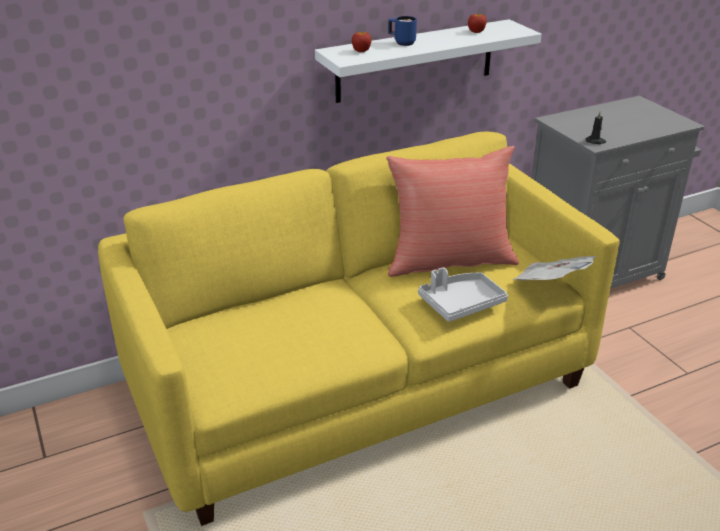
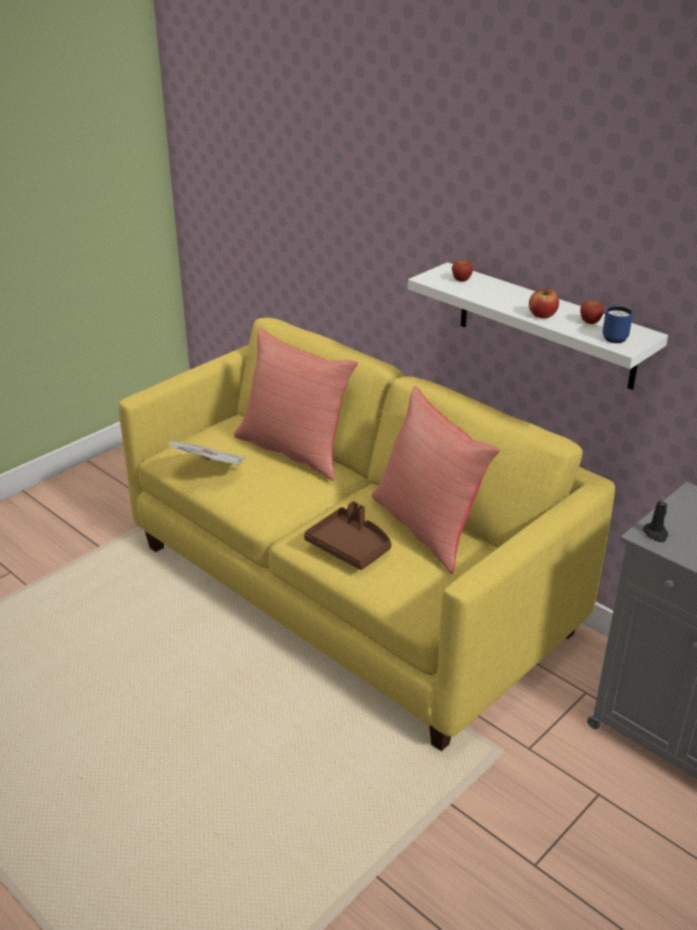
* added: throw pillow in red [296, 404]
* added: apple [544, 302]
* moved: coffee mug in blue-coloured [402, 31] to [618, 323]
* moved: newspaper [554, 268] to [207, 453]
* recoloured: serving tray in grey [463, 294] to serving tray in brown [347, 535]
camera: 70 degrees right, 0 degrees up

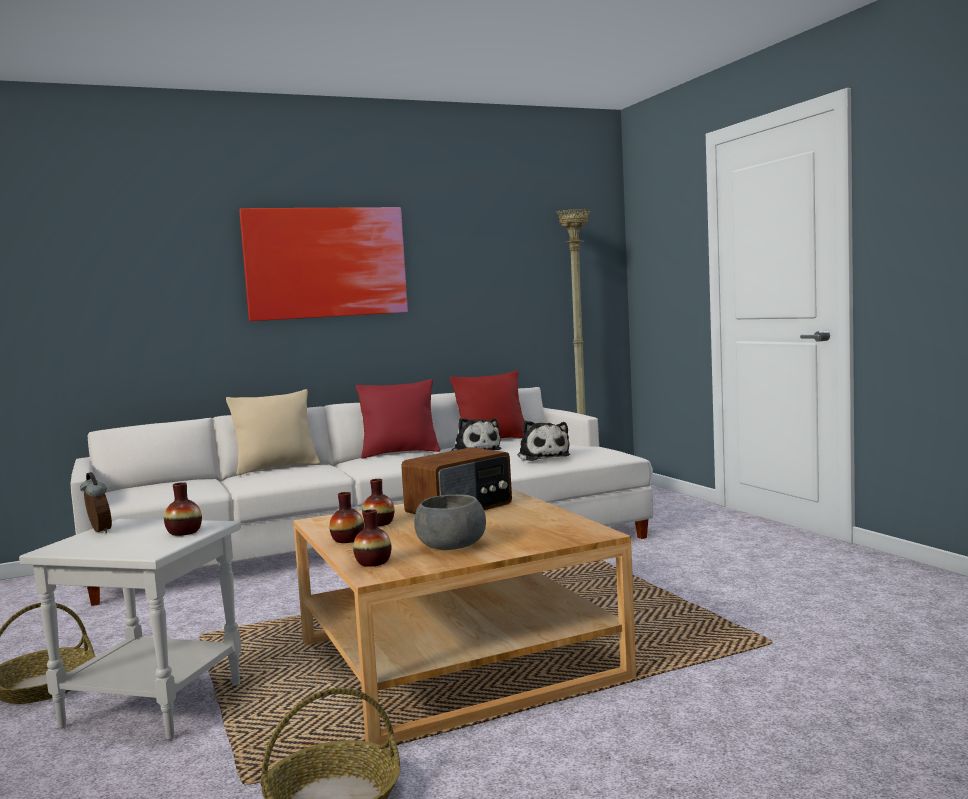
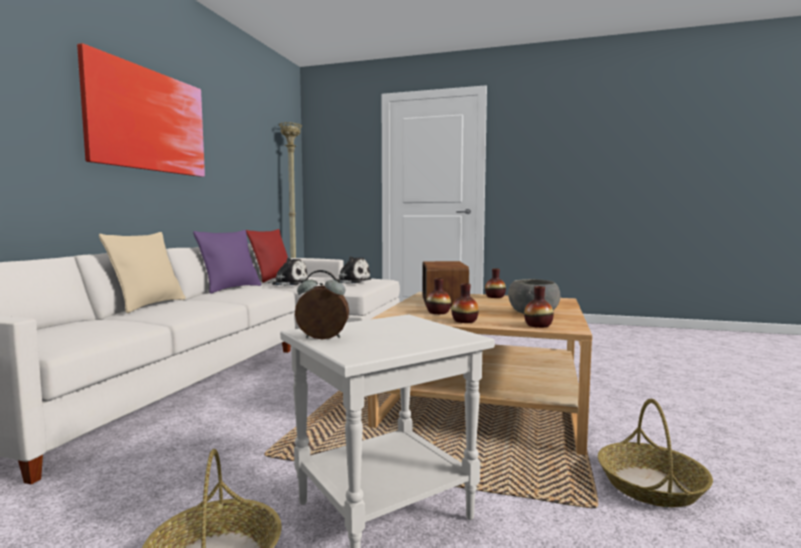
* moved: flower vase [183, 509] to [495, 283]
* recoloured: throw pillow in red [398, 419] to throw pillow in purple-coloured [227, 262]
camera: 50 degrees left, 0 degrees up

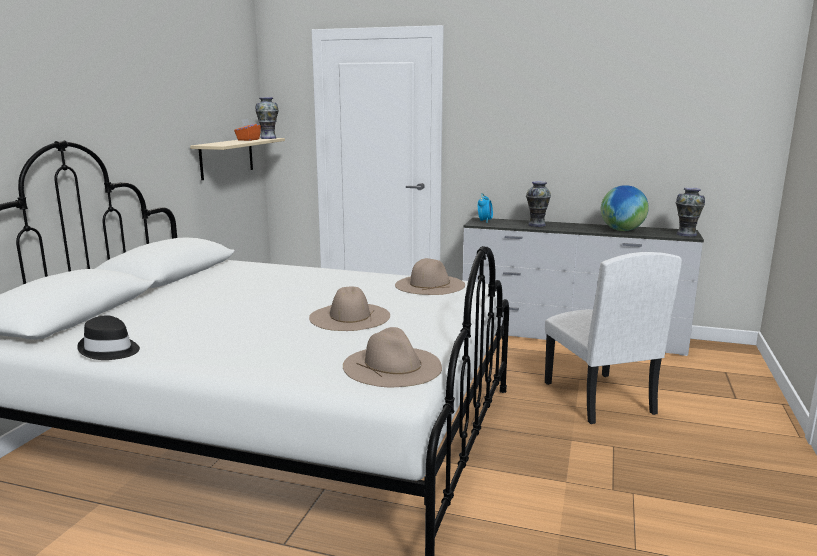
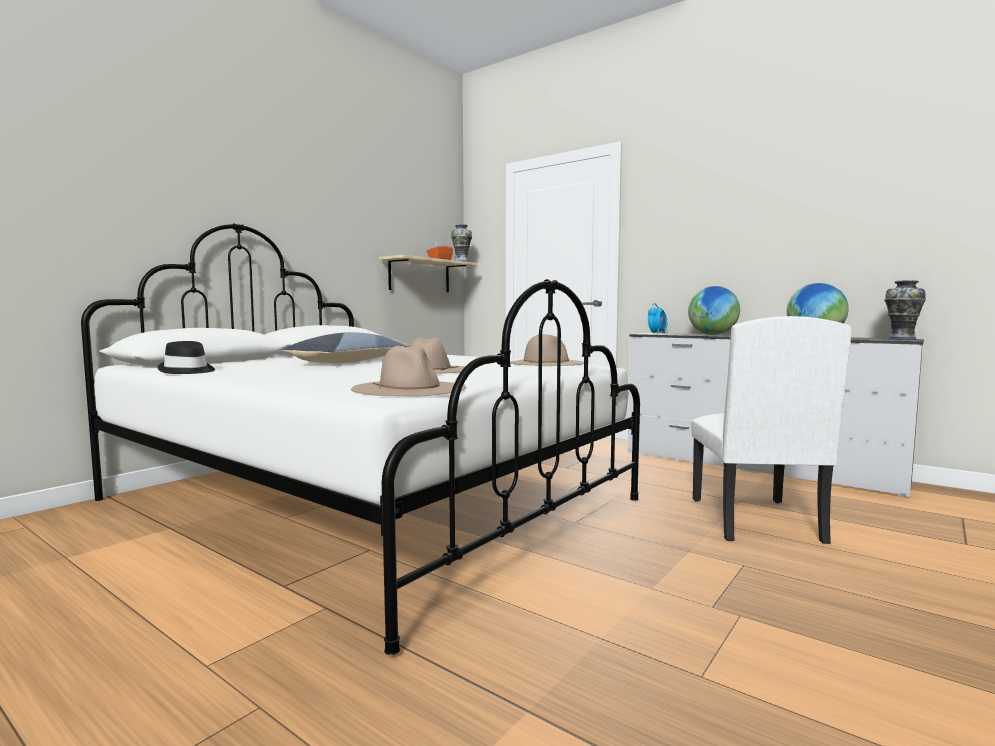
* added: throw pillow [346, 347]
* replaced: flower vase [538, 204] to globe [714, 310]
camera: 20 degrees right, 10 degrees down

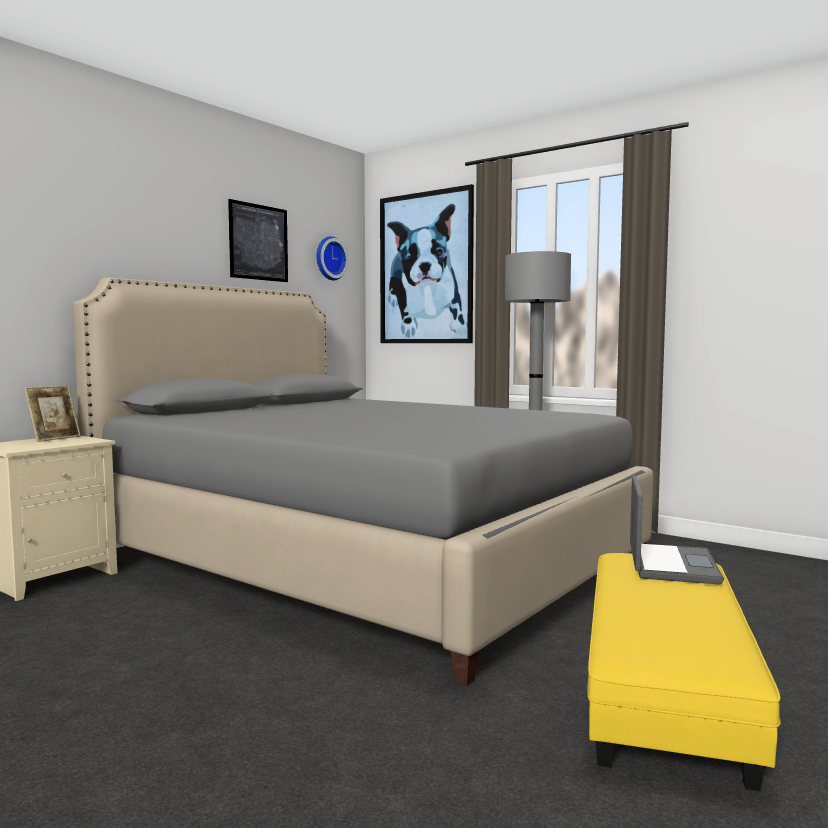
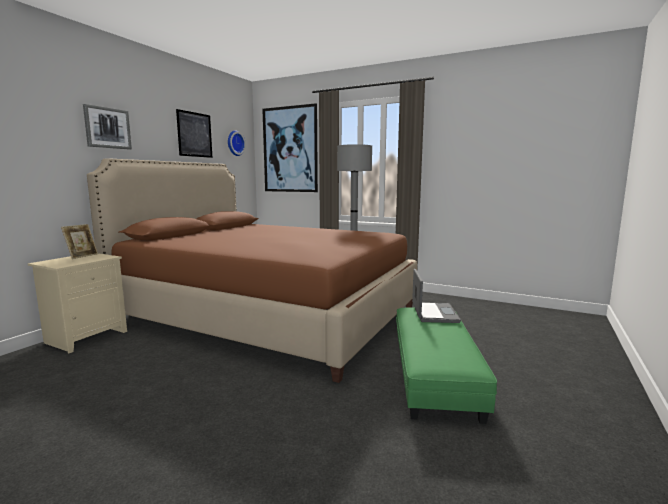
* added: picture [107, 127]
* recoloured: sleeping bed in grey [363, 482] to sleeping bed in brown [252, 270]
* recoloured: ottoman in yellow [684, 672] to ottoman in green-coloured [446, 365]
camera: 10 degrees left, 5 degrees up

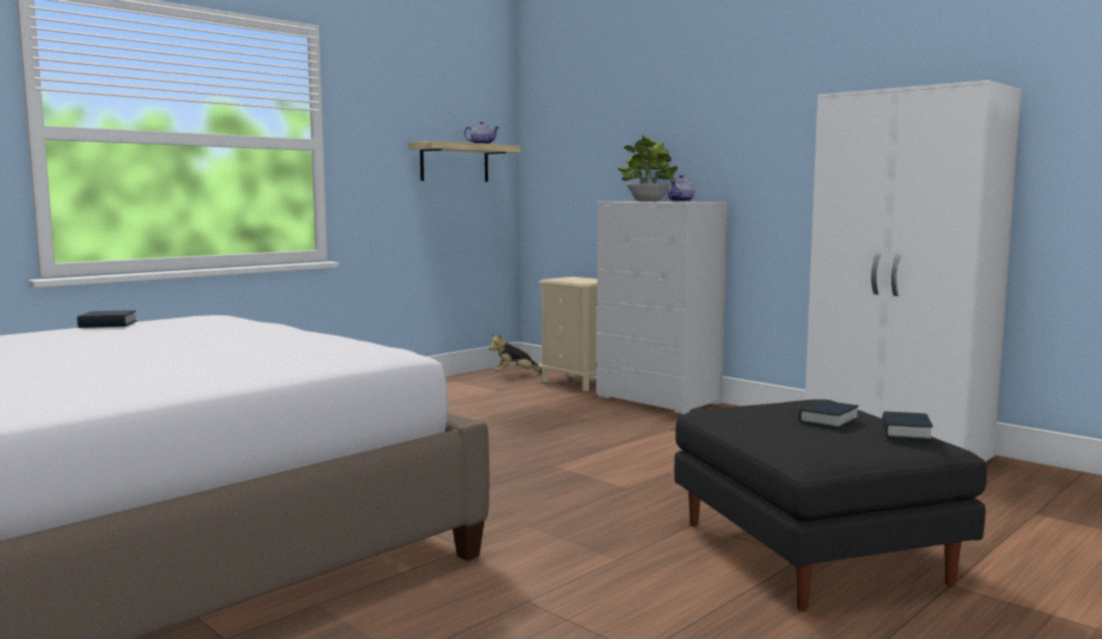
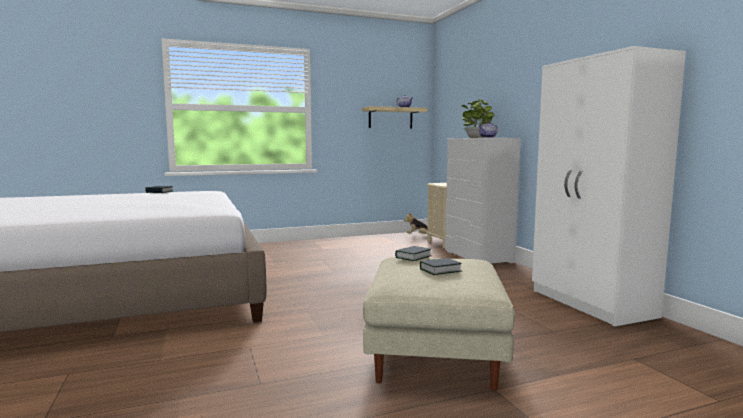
* moved: book [907, 425] to [413, 253]
* recoloured: ottoman in black [830, 505] to ottoman in beige-coloured [438, 324]
camera: 25 degrees right, 0 degrees up

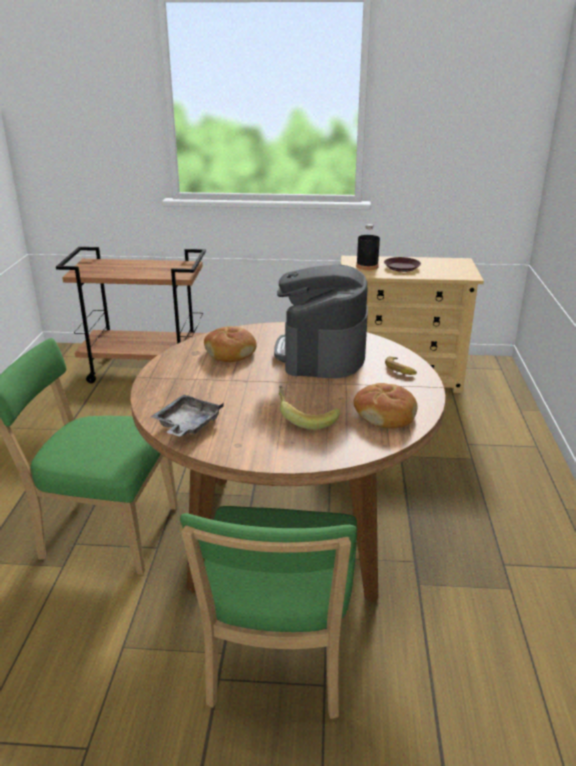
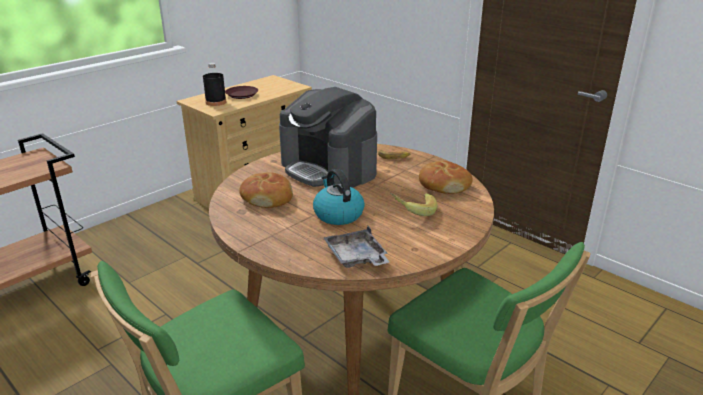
* added: tea kettle [339, 197]
camera: 50 degrees left, 0 degrees up

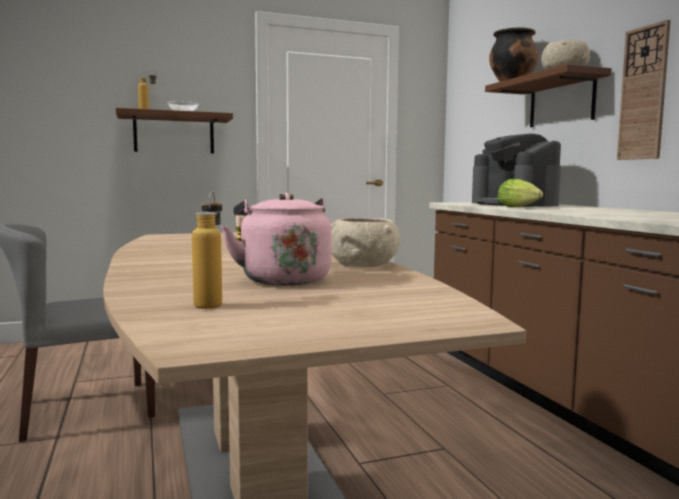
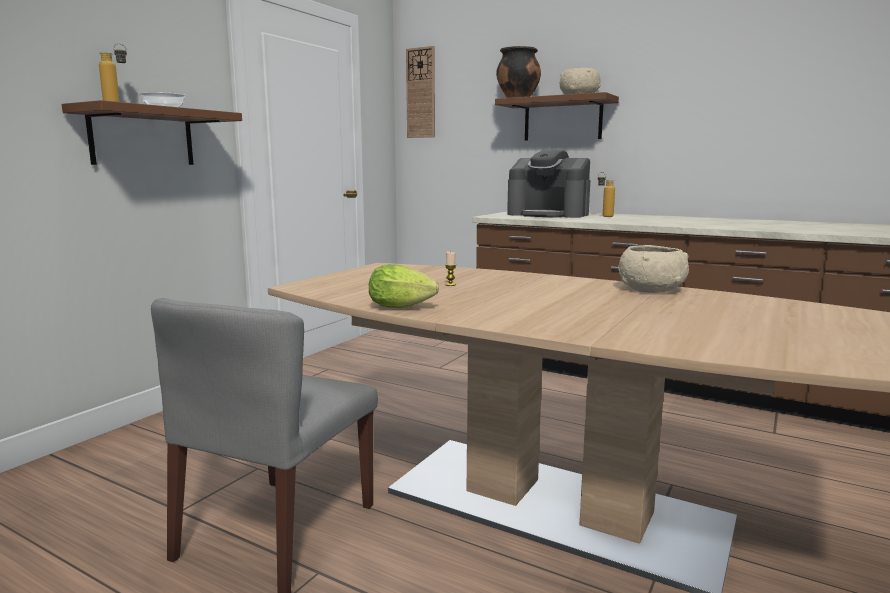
* removed: tea kettle in pink [276, 239]
* moved: drink bottle [207, 250] to [606, 194]
* moved: lettuce head [520, 193] to [404, 286]
* moved: hanging clock [644, 90] to [420, 92]
camera: 40 degrees left, 5 degrees up

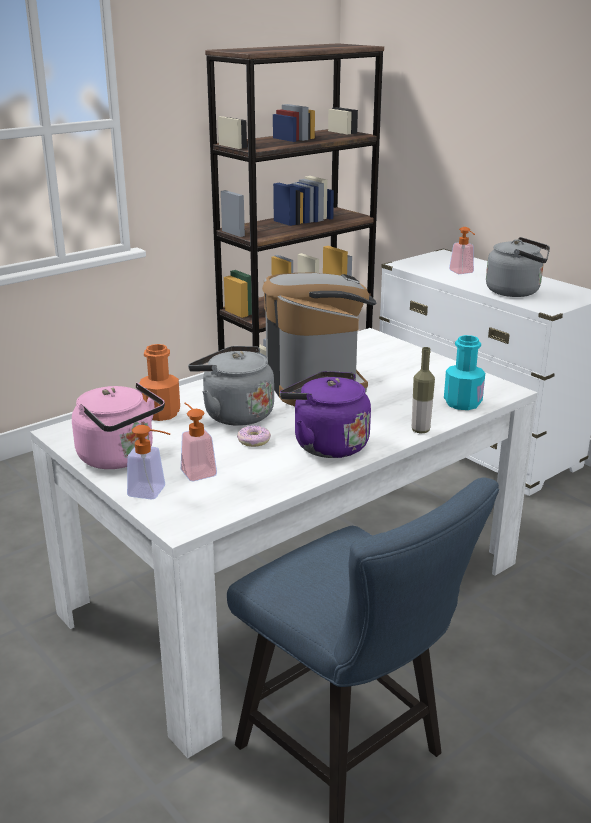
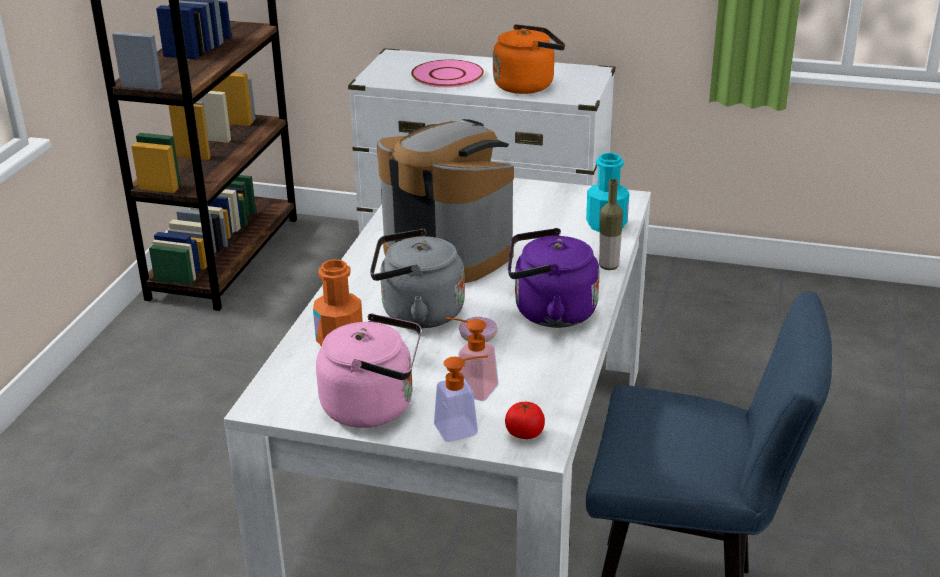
* added: whole tomato [525, 420]
* replaced: soap bottle [462, 250] to dinner plate in pink [447, 74]
* recoloured: tea kettle in grey [518, 267] to tea kettle in orangey [529, 59]
camera: 35 degrees left, 5 degrees up

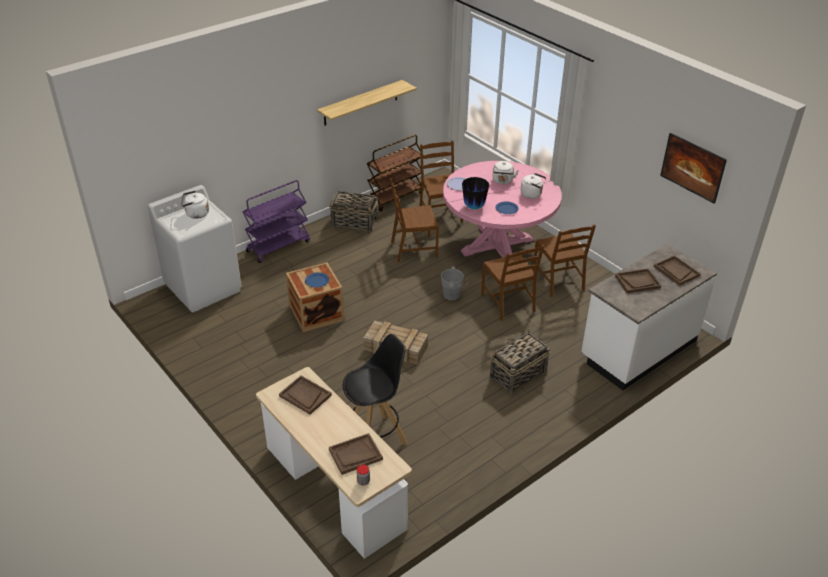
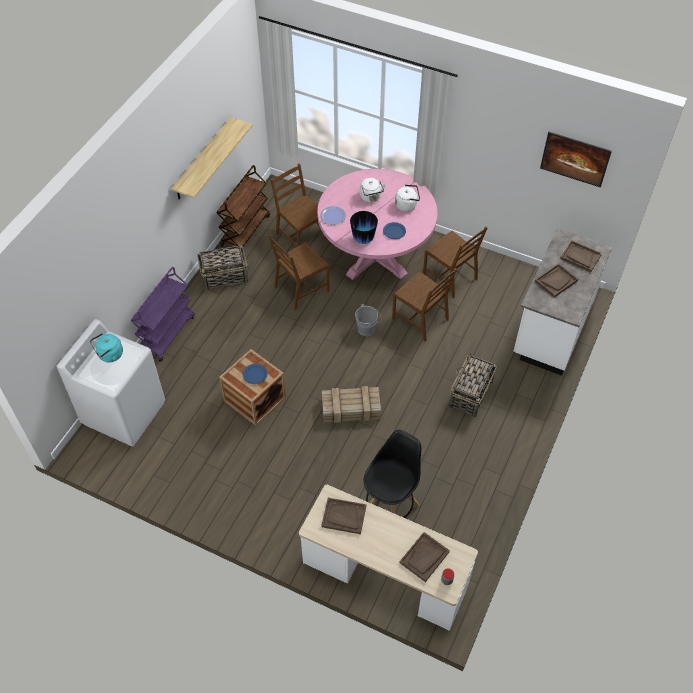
* recoloured: tea kettle in whitish [195, 205] to tea kettle in turquoise [106, 347]
camera: 25 degrees left, 15 degrees up

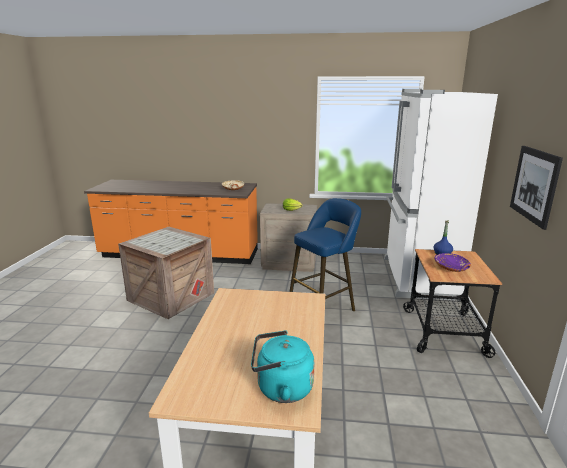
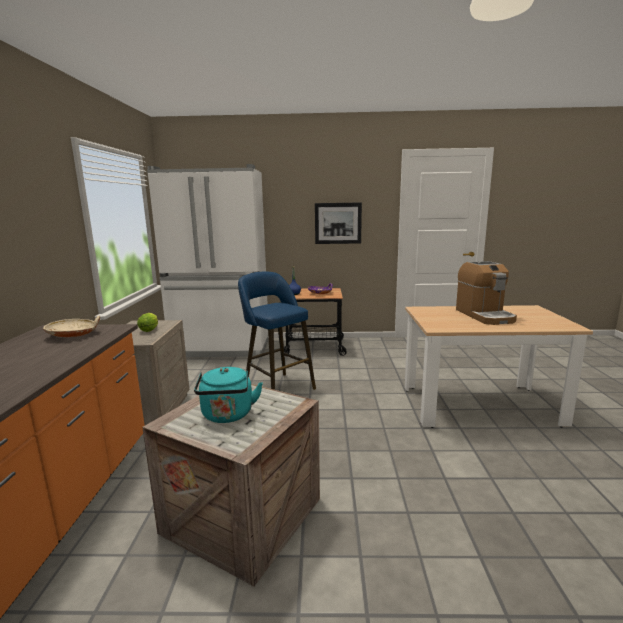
* added: coffee brewer [486, 293]
* moved: tea kettle in turquoise [282, 366] to [228, 395]
camera: 95 degrees left, 5 degrees down

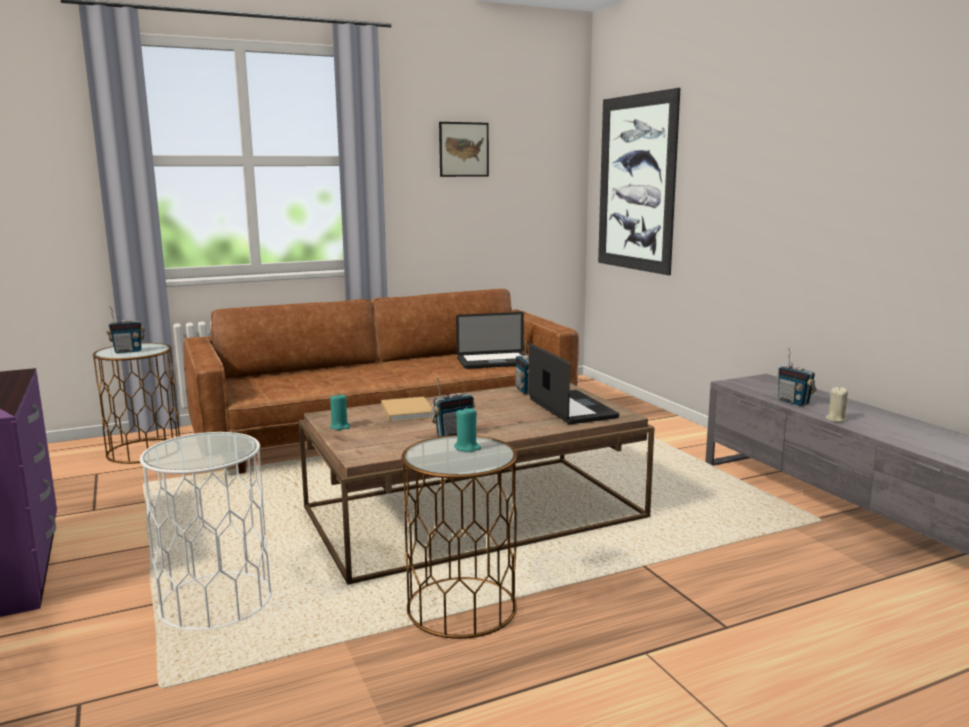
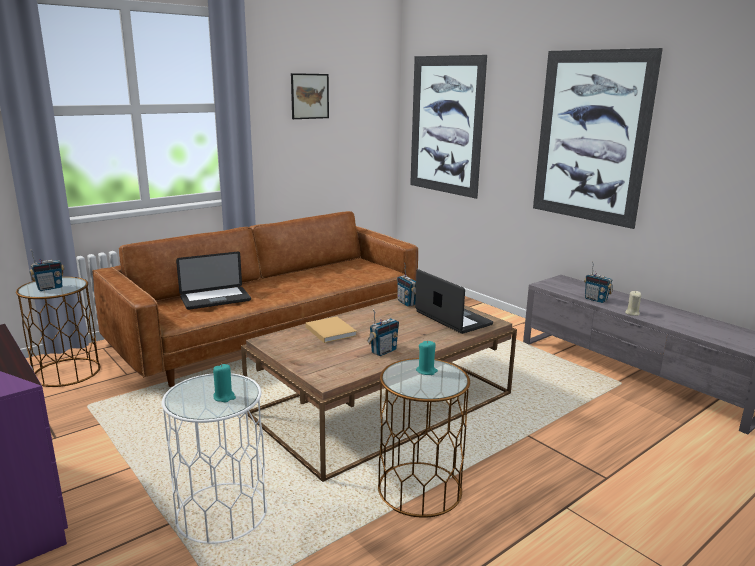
* added: picture [598, 138]
* moved: wax candle in turquoise [340, 411] to [224, 383]
* moved: laptop [490, 340] to [213, 281]
camera: 15 degrees left, 5 degrees up

